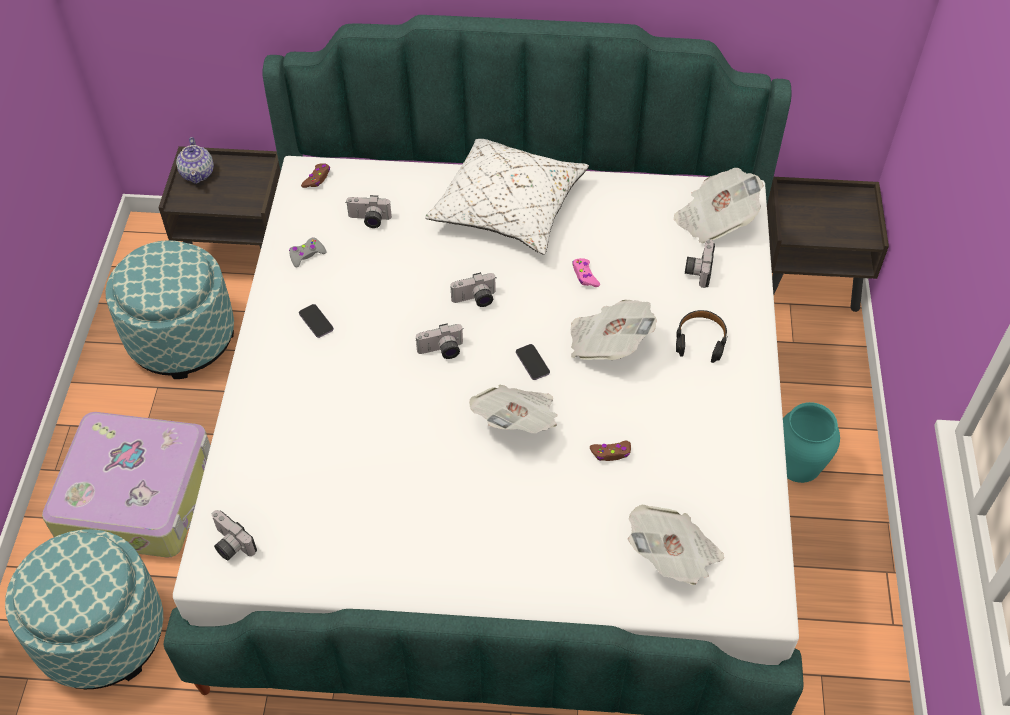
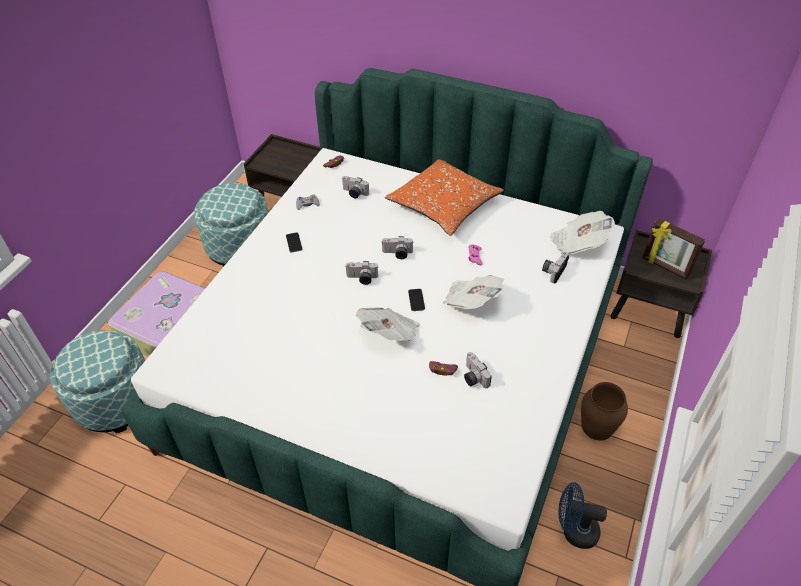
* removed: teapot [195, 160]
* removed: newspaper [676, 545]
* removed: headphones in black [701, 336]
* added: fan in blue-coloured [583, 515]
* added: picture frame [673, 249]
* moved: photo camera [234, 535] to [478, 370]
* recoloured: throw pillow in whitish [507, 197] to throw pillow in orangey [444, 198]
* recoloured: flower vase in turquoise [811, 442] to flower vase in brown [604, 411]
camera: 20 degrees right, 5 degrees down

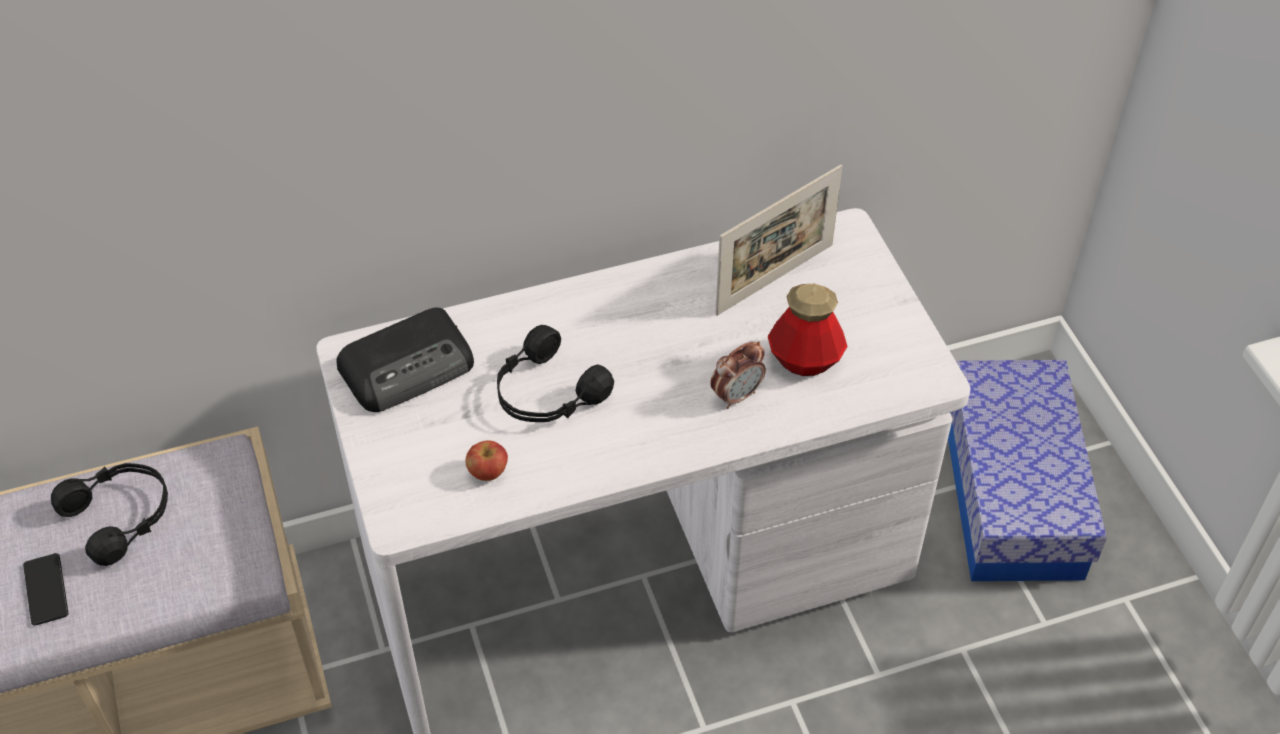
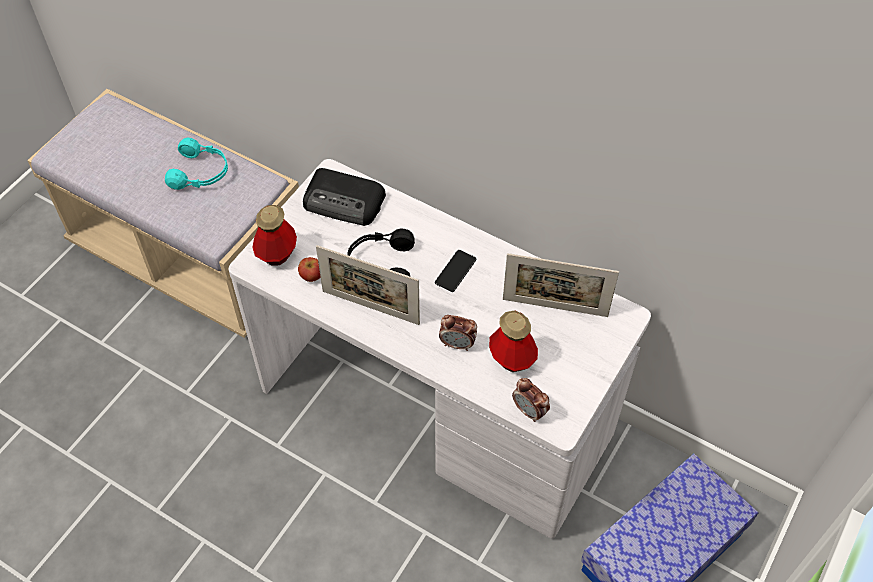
* added: drink bottle [274, 235]
* added: picture frame [368, 285]
* added: alarm clock [531, 400]
* moved: phone [46, 589] to [456, 271]
* recoloured: headphones in black [109, 514] to headphones in turquoise [196, 163]
camera: 50 degrees right, 5 degrees up

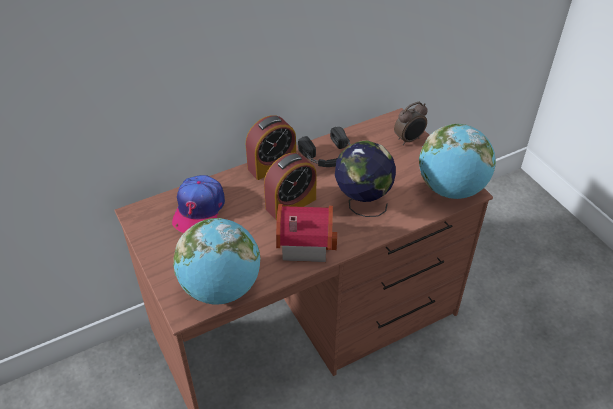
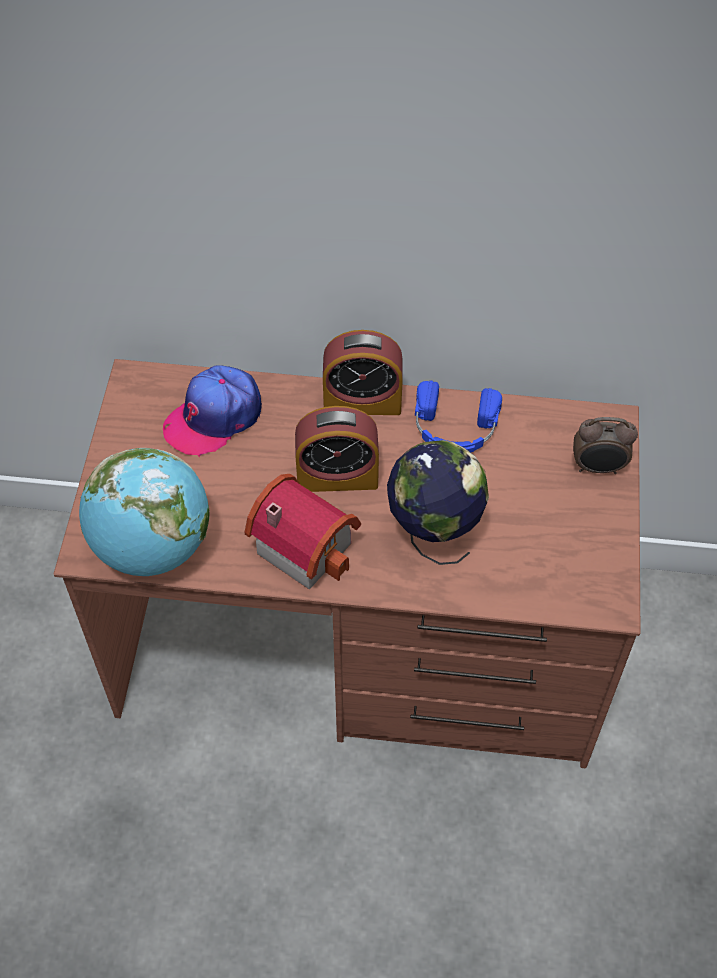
* removed: globe [457, 161]
* recoloured: headphones in black [324, 147] to headphones in blue-coloured [458, 416]
camera: 35 degrees right, 10 degrees up

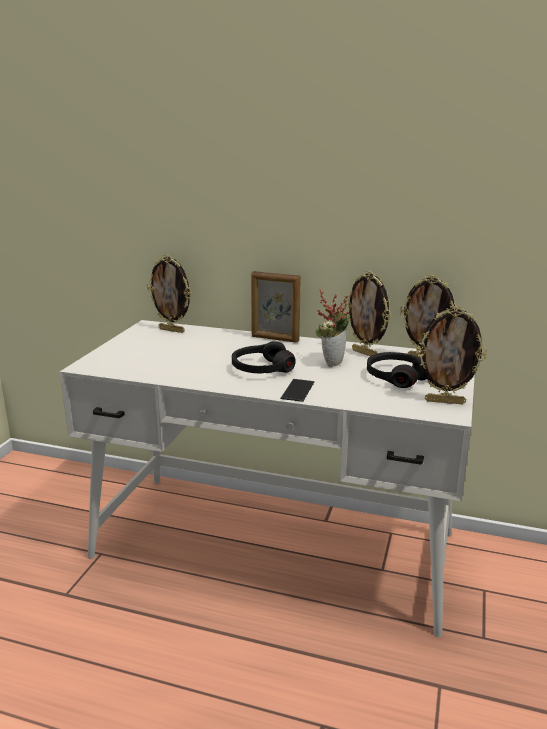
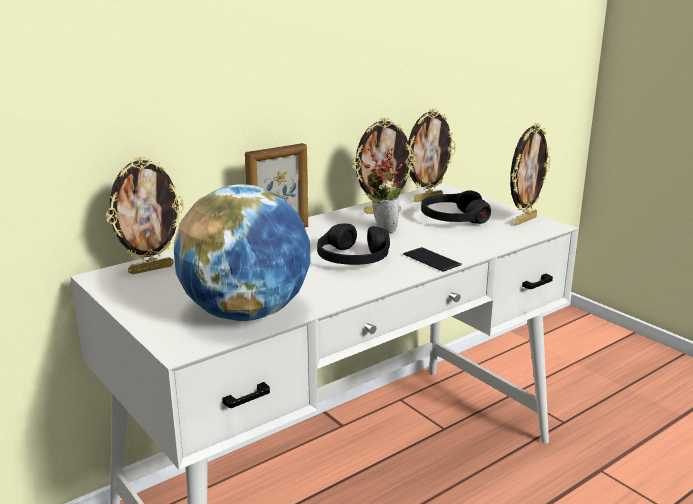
* added: globe [242, 252]
camera: 55 degrees left, 0 degrees up

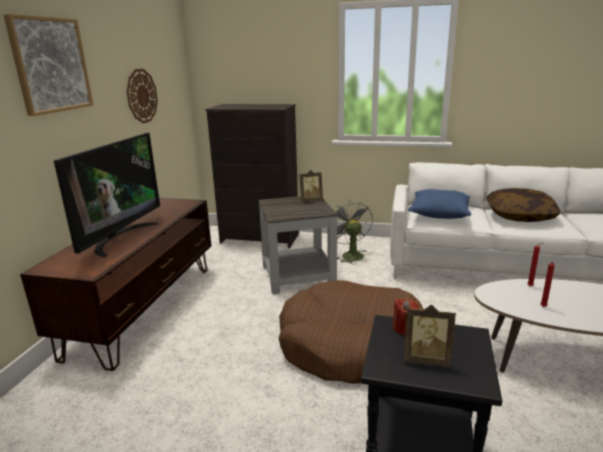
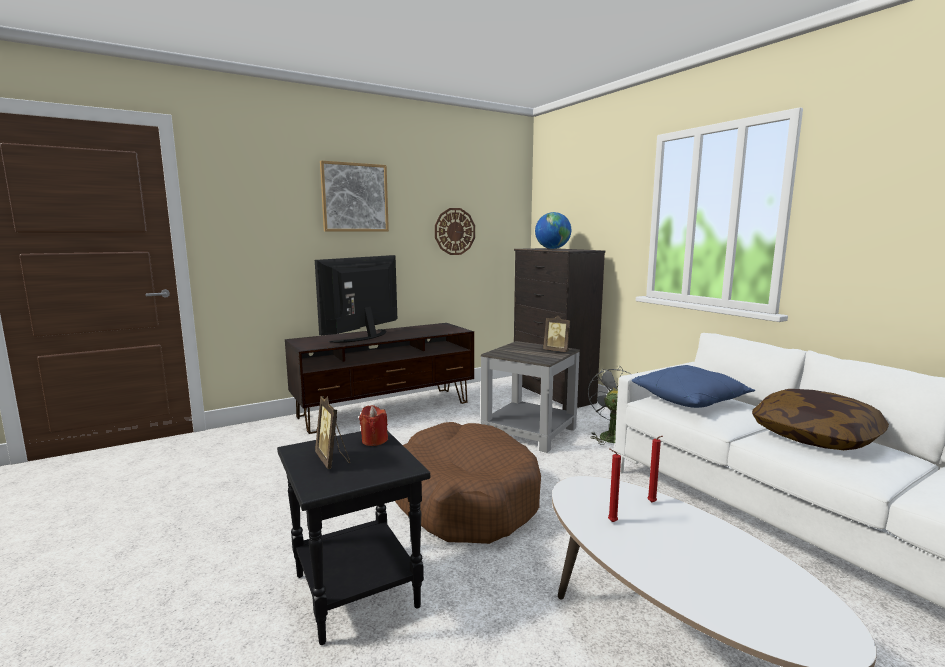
* added: globe [553, 230]
* turned: TV [107, 195] = [356, 299] 150 degrees clockwise
camera: 45 degrees right, 10 degrees down

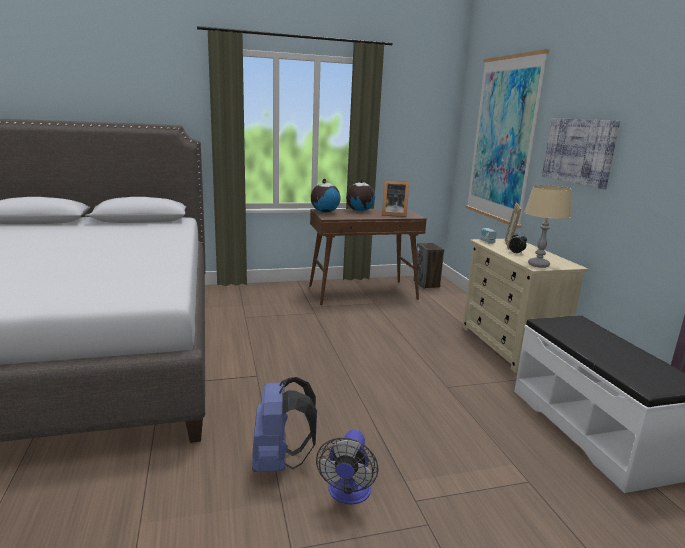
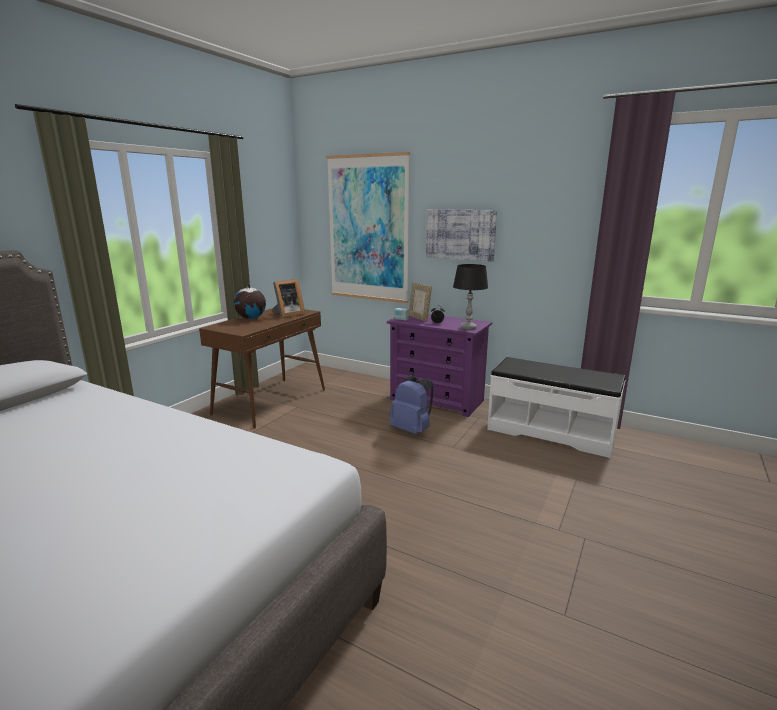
* removed: globe [325, 196]
* removed: fan [347, 467]
* removed: audio speaker [429, 266]
* moved: knapsack in blue-coloured [284, 424] to [412, 405]
* recoloured: dresser in beige-coloured [525, 306] to dresser in purple-coloured [439, 365]
* recoloured: tabletop lamp in beige-coloured [547, 226] to tabletop lamp in black [470, 297]
camera: 45 degrees left, 0 degrees up

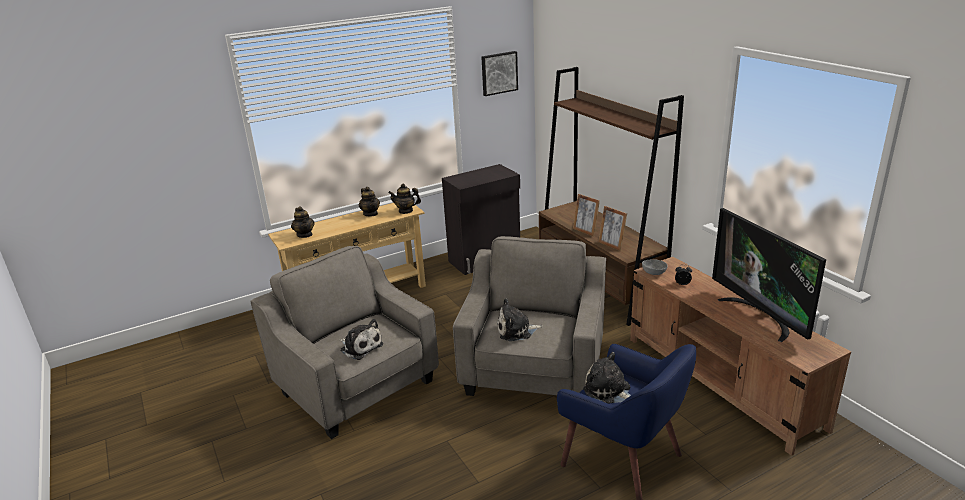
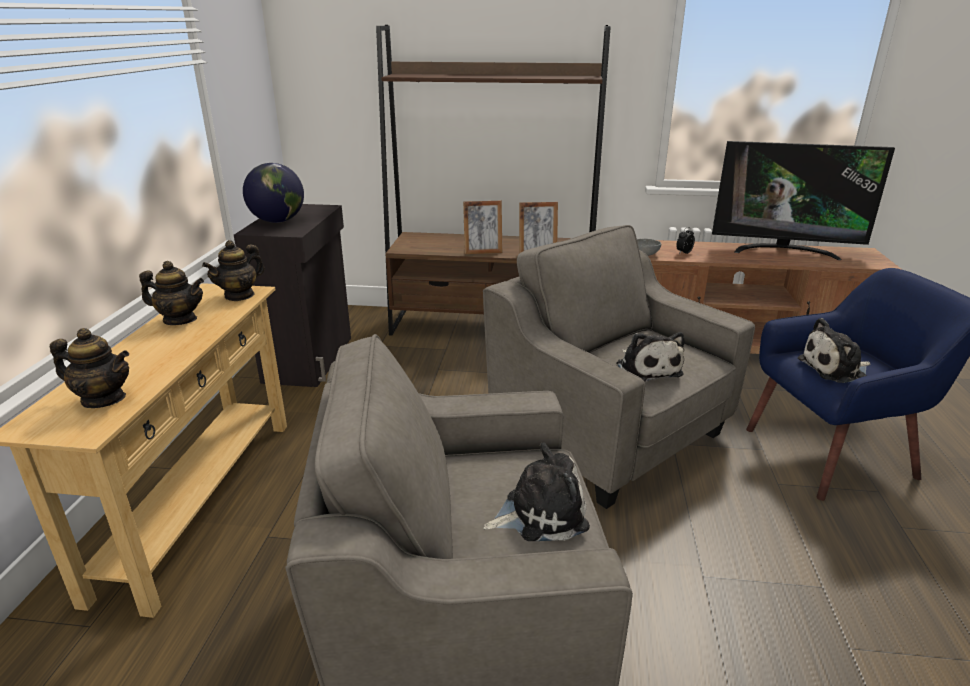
* removed: picture [499, 73]
* added: globe [273, 193]
* turned: soft toy [520, 319] = [651, 357] 45 degrees counterclockwise
camera: 55 degrees left, 0 degrees up

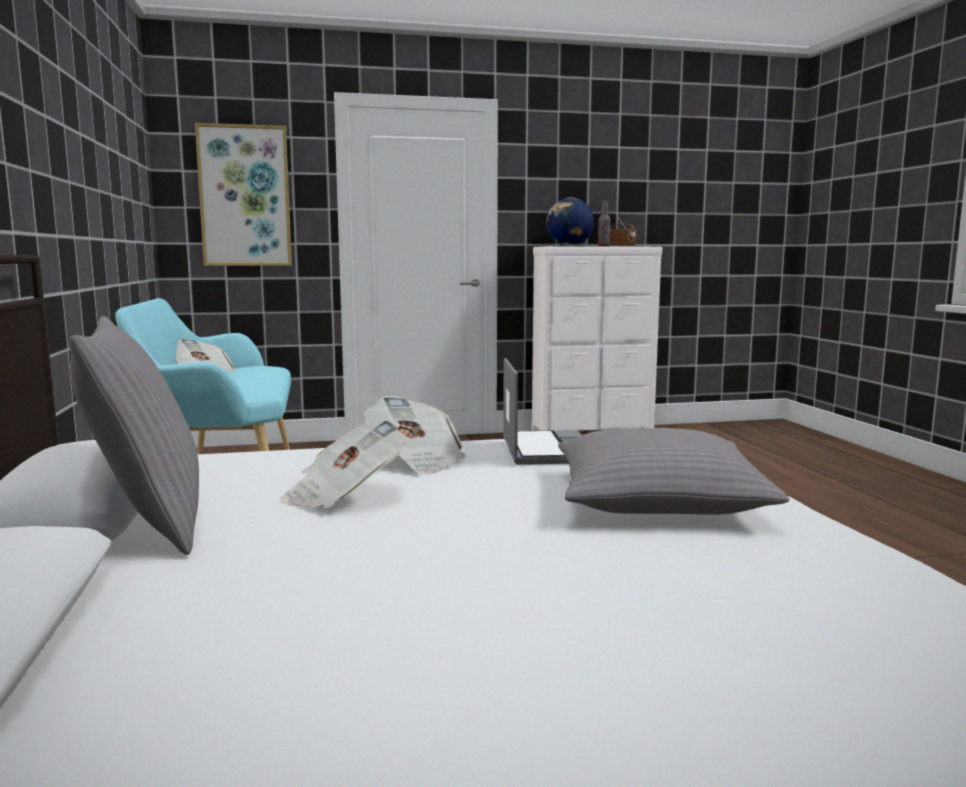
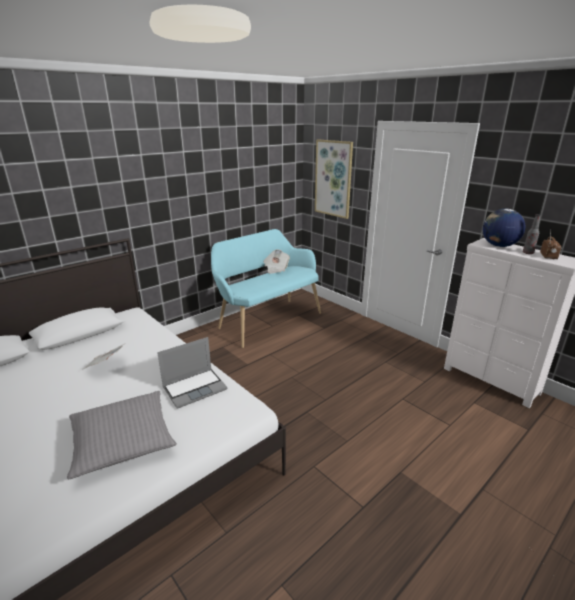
* removed: throw pillow in grey [134, 435]
* removed: newspaper [414, 435]
camera: 60 degrees right, 15 degrees up

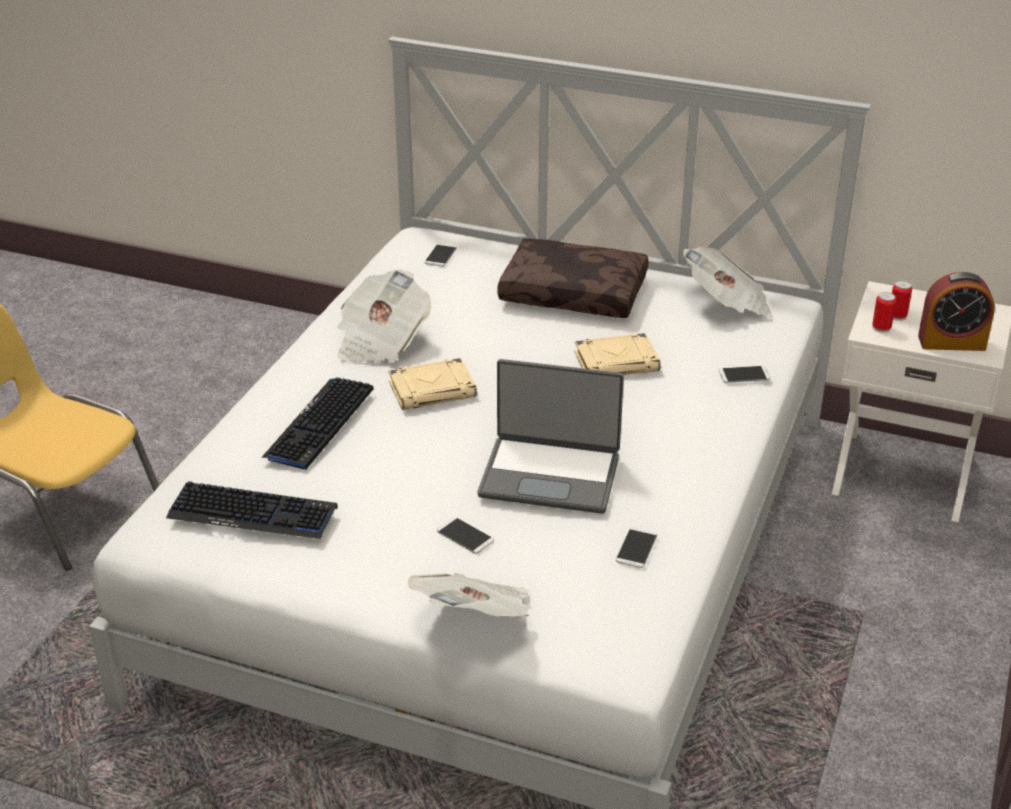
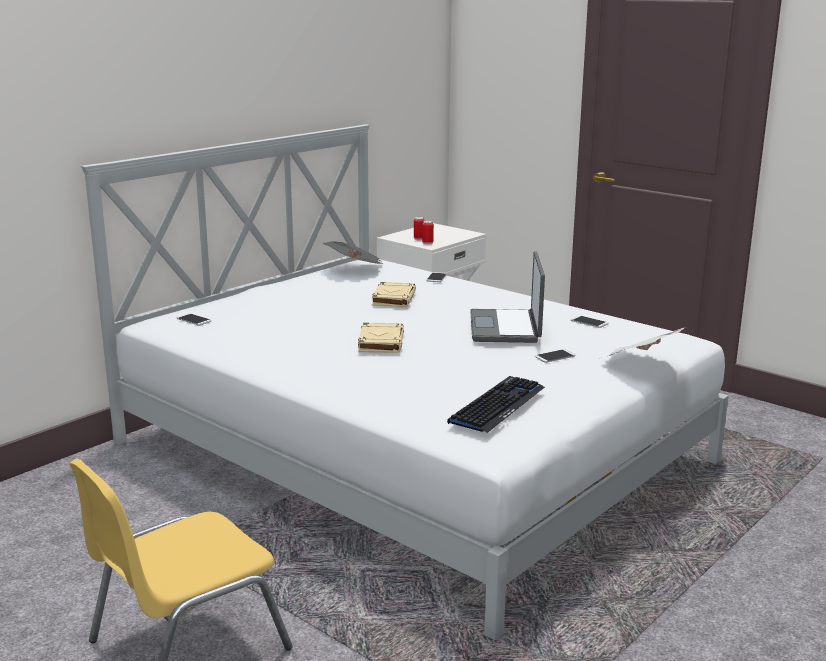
* removed: computer keyboard [317, 423]
* removed: newspaper [384, 316]
* removed: throw pillow in brown [573, 278]
* removed: alarm clock [956, 311]
* turned: laptop [550, 436] = [507, 297] 150 degrees clockwise
camera: 70 degrees left, 15 degrees down

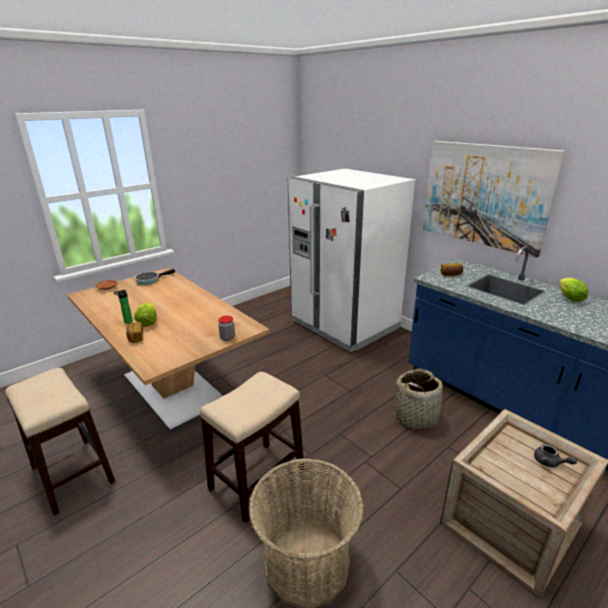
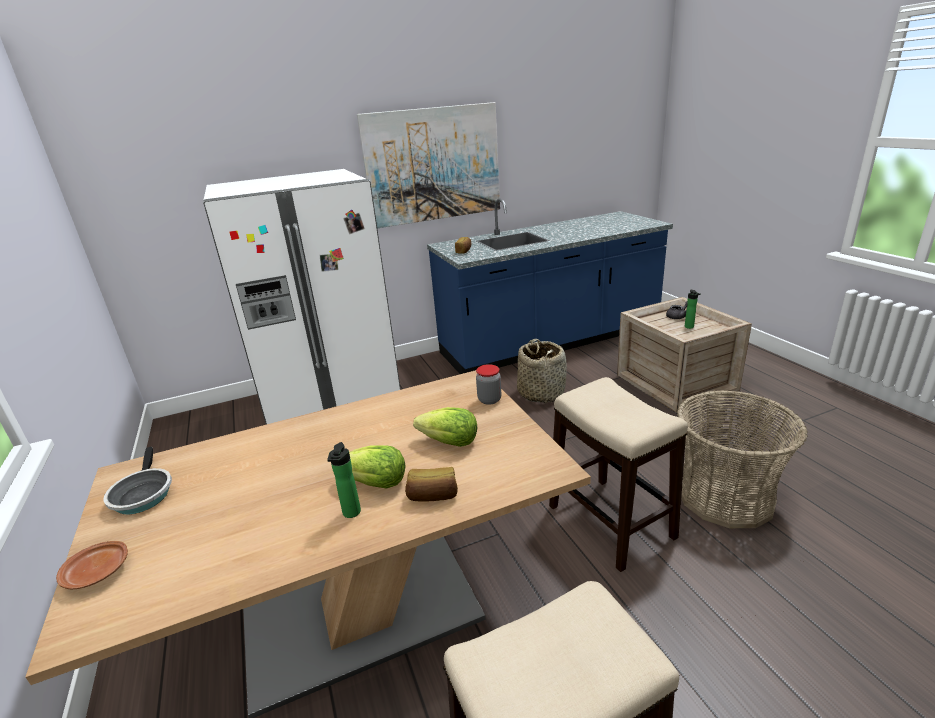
* added: drink bottle [693, 309]
* moved: lettuce head [573, 290] to [445, 427]
camera: 70 degrees left, 0 degrees up

